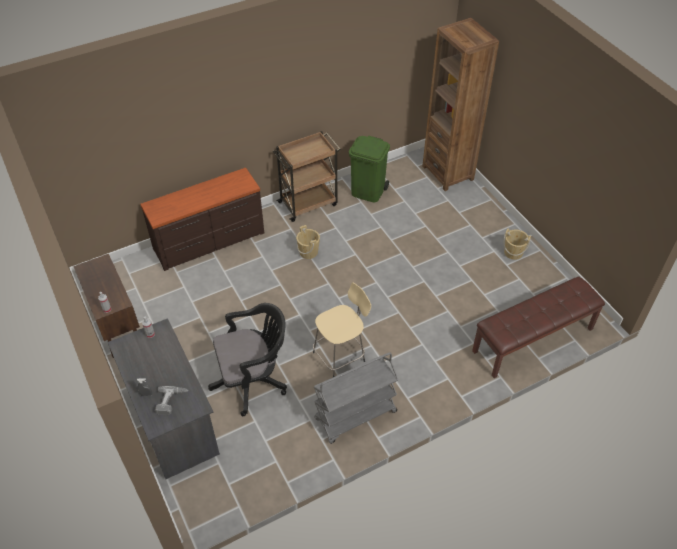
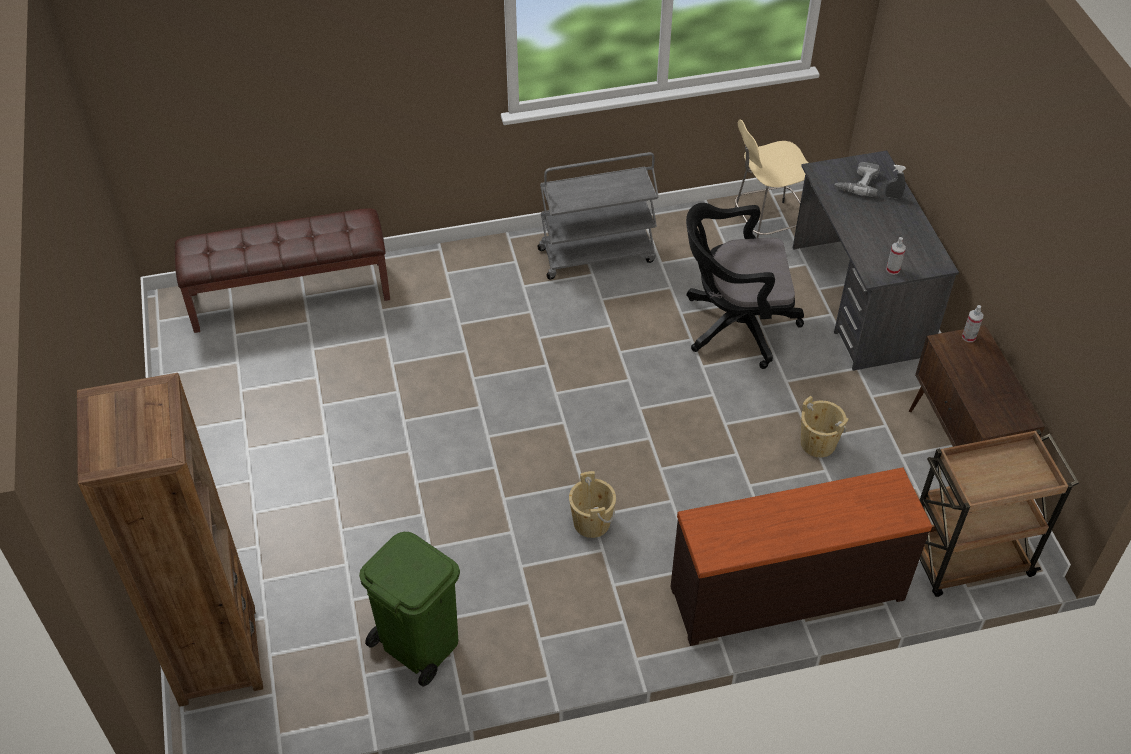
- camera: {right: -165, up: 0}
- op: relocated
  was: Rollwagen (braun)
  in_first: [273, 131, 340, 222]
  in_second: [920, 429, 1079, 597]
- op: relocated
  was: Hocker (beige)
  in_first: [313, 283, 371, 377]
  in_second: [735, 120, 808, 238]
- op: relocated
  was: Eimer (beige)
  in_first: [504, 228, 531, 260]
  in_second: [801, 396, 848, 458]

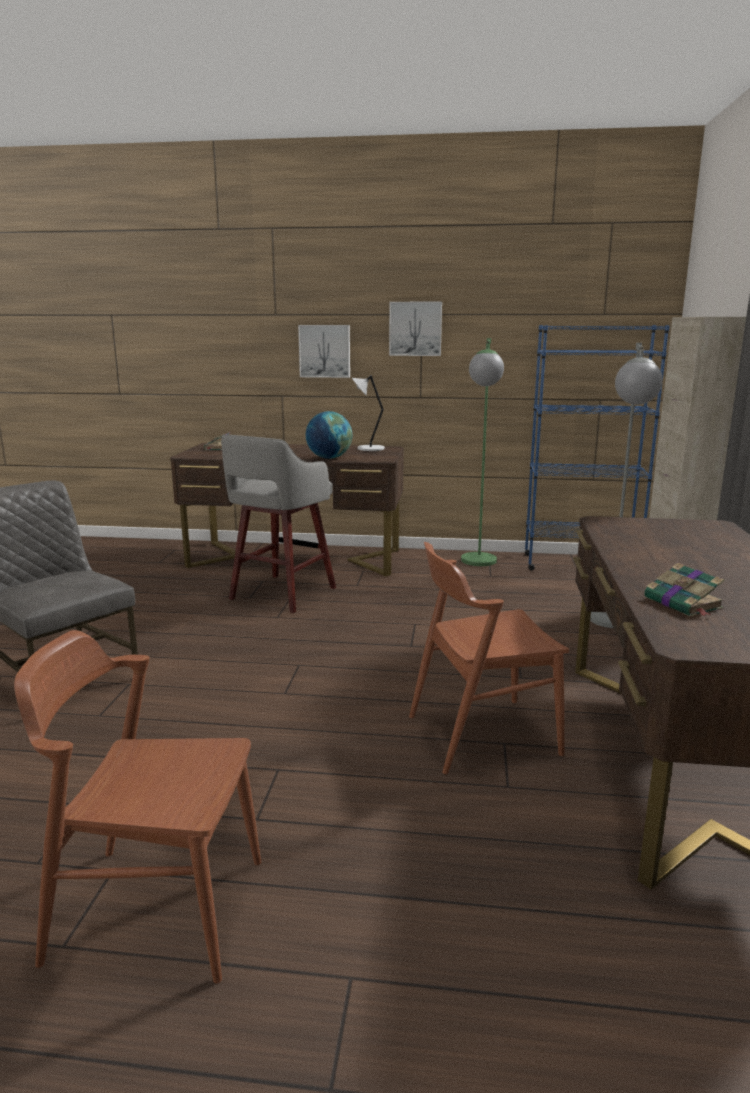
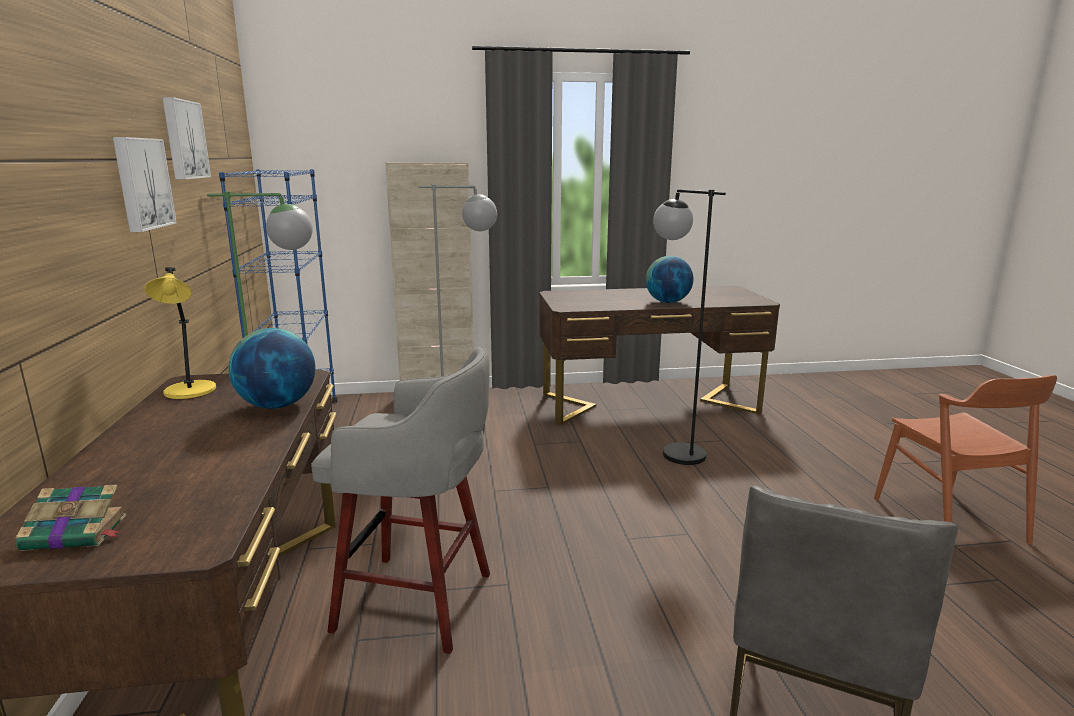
- camera: {right: -105, up: 0}
- op: relocated
  was: Bild
  in_first: [298, 325, 350, 378]
  in_second: [162, 97, 211, 180]
- op: colour
  was: Tischlampe (grau)
  now: Tischlampe (gelb)
  in_first: [352, 375, 385, 451]
  in_second: [145, 267, 216, 399]
- op: exchanged
  was: Stuhl (braun)
  now: Stehlampe (schwarz)
  in_first: [409, 542, 569, 774]
  in_second: [653, 189, 726, 465]
- op: missing
  was: Buch
  in_first: [644, 563, 725, 617]
- op: appeared
  now: Globus
  in_second: [646, 256, 693, 303]

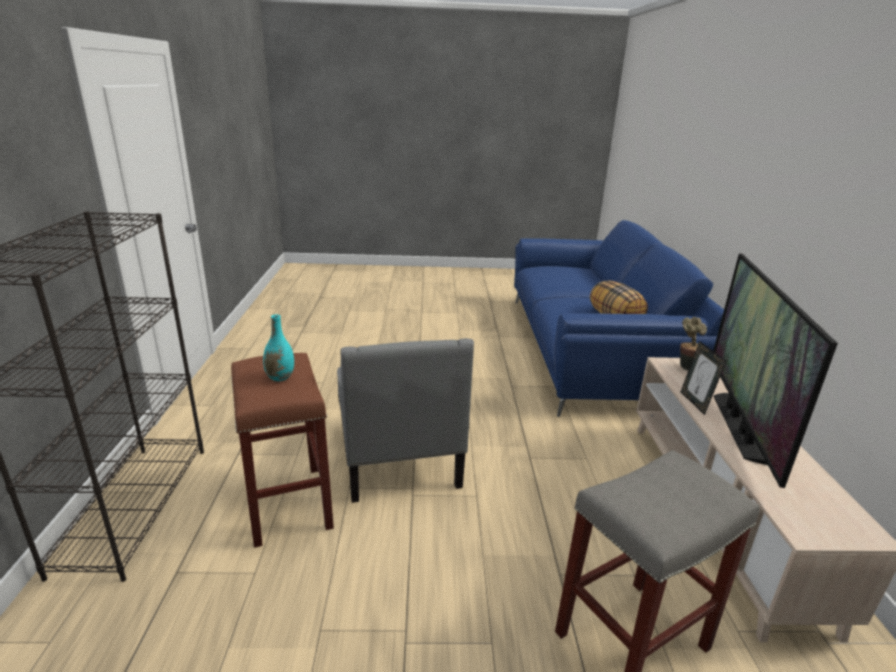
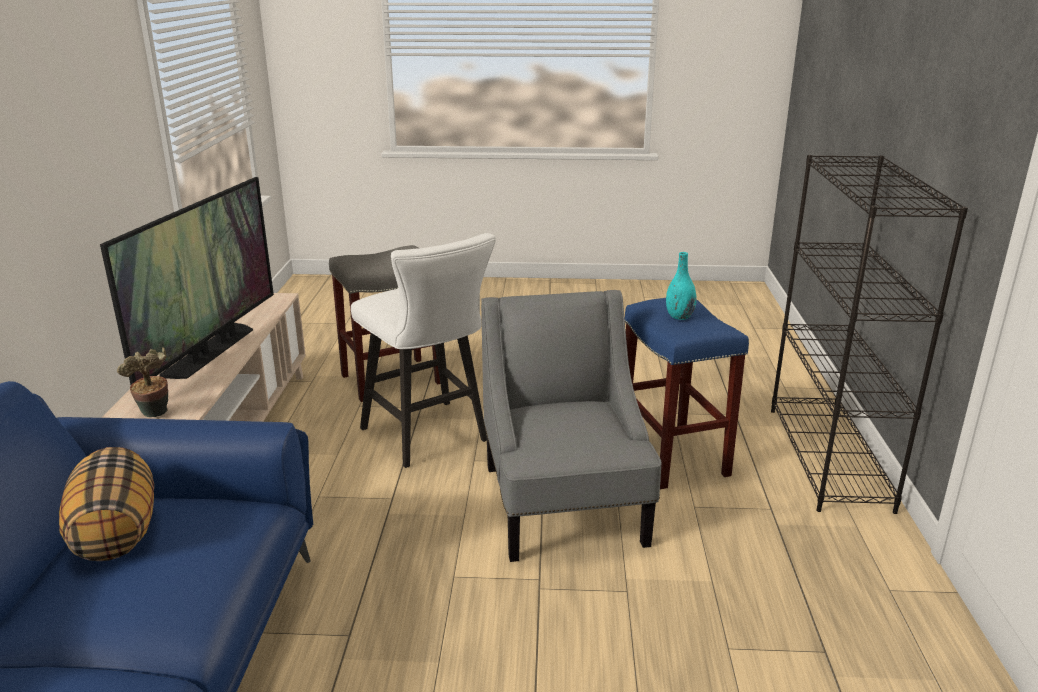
- camera: {right: -175, up: 0}
- op: colour
  was: Hocker (braun)
  now: Hocker (blau)
  in_first: [231, 353, 334, 548]
  in_second: [625, 298, 749, 489]
- op: missing
  was: Bilderrahmen
  in_first: [681, 341, 726, 415]
- op: appeared
  now: Hocker (weiß)
  in_second: [351, 233, 496, 468]

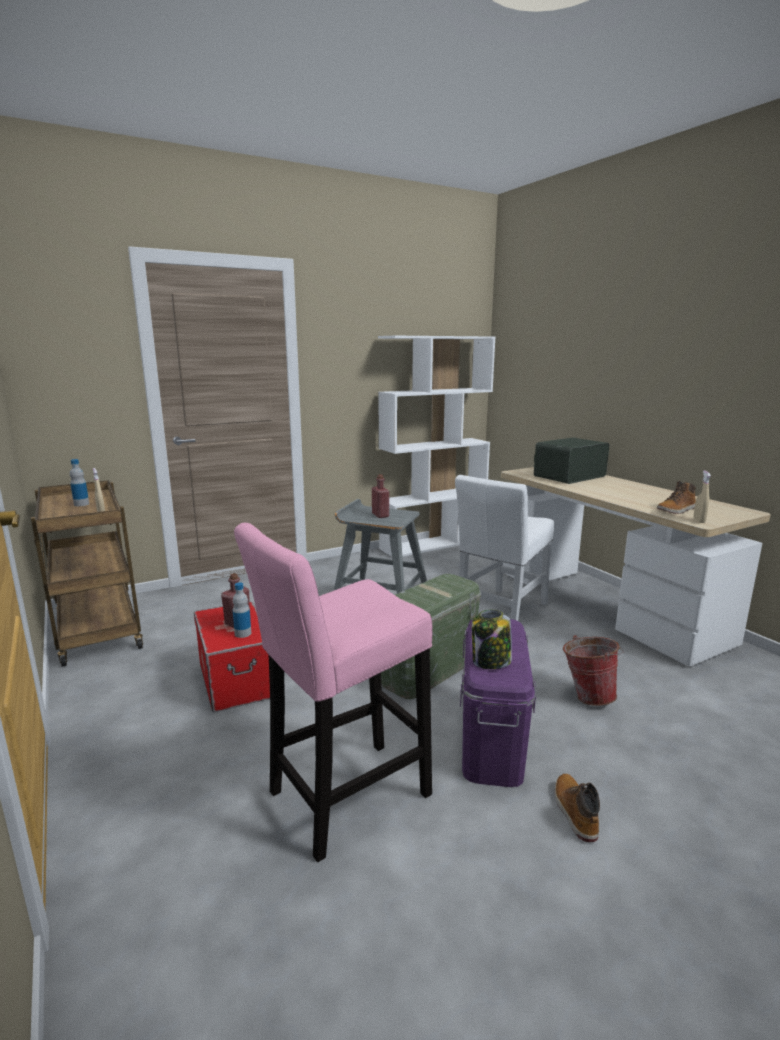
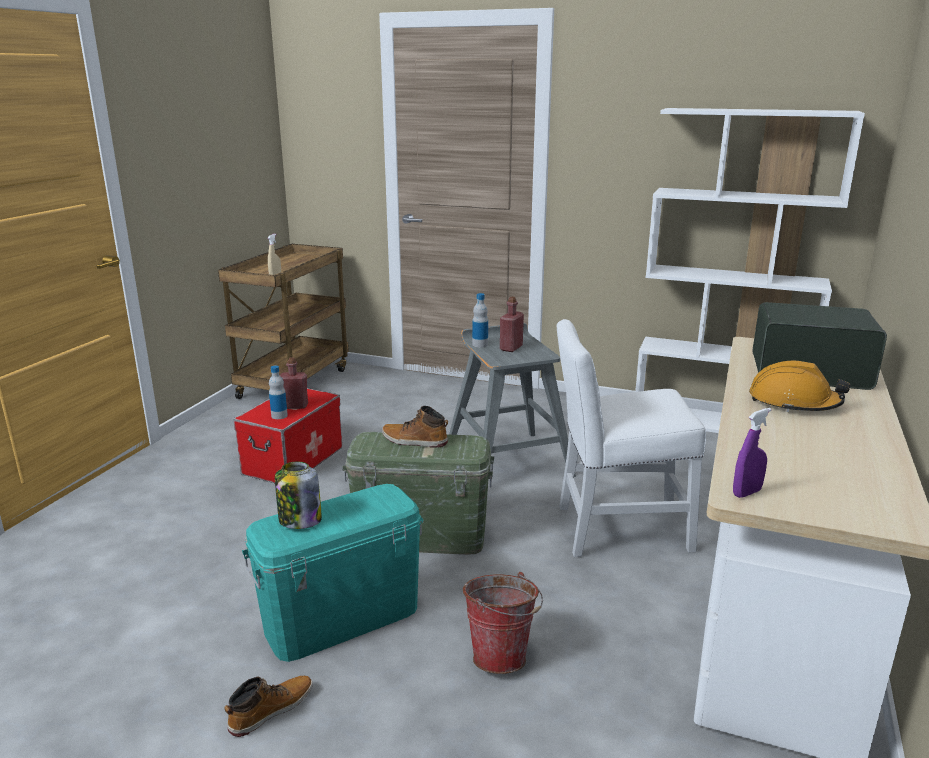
- camera: {right: 50, up: 5}
- op: relocated
  was: Flasche
  in_first: [70, 459, 89, 506]
  in_second: [472, 293, 488, 347]
- op: missing
  was: Hocker (rosa)
  in_first: [234, 523, 433, 862]
- op: colour
  was: Aufbewahrungsbox (lila)
  now: Aufbewahrungsbox (türkis)
  in_first: [460, 619, 536, 787]
  in_second: [242, 484, 424, 662]
- op: relocated
  was: Stiefel
  in_first: [657, 481, 696, 514]
  in_second: [382, 406, 448, 448]
- op: colour
  was: Sprühflasche (beige)
  now: Sprühflasche (lila)
  in_first: [694, 471, 711, 523]
  in_second: [733, 408, 771, 498]
- op: appeared
  now: Schutzhelm (orange)
  in_second: [749, 361, 851, 412]

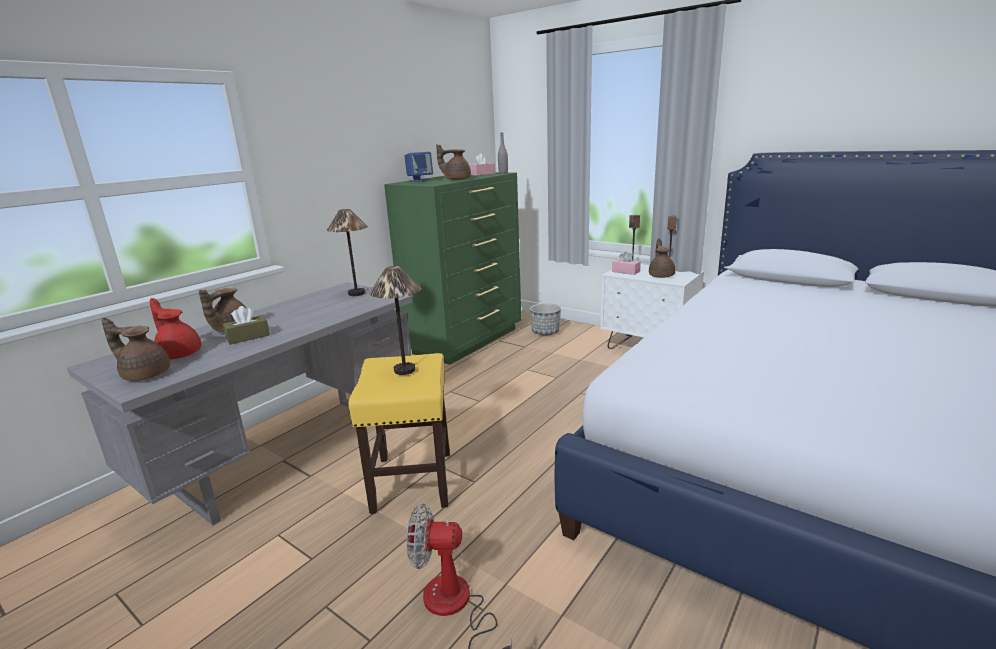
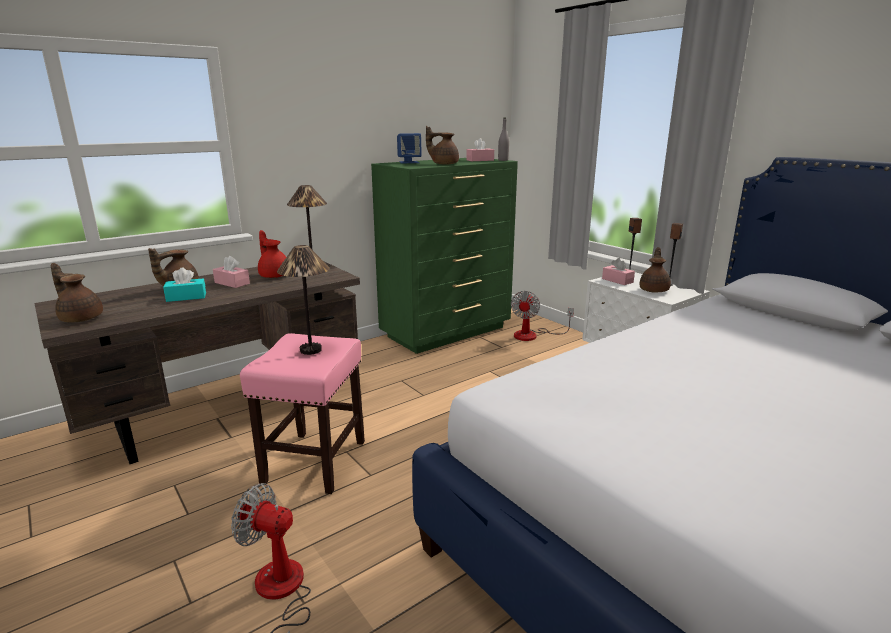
- camera: {right: 15, up: 0}
- op: colour
  was: Schreibtisch (grau)
  now: Schreibtisch (braun)
  in_first: [67, 282, 413, 526]
  in_second: [34, 262, 360, 464]
- op: relocated
  was: Teekanne (rot)
  in_first: [150, 298, 201, 359]
  in_second: [258, 230, 286, 278]
- op: colour
  was: Taschentuchbox (braun)
  now: Taschentuchbox (türkis)
  in_first: [223, 306, 270, 345]
  in_second: [163, 268, 206, 302]
- op: colour
  was: Hocker (gelb)
  now: Hocker (rosa)
  in_first: [348, 353, 450, 514]
  in_second: [240, 333, 365, 494]
- op: exchanged
  was: Pflanzkübel
  now: Ventilator
  in_first: [530, 303, 561, 336]
  in_second: [511, 291, 574, 341]
- op: appeared
  now: Taschentuchbox (rosa)
  in_second: [213, 256, 250, 288]

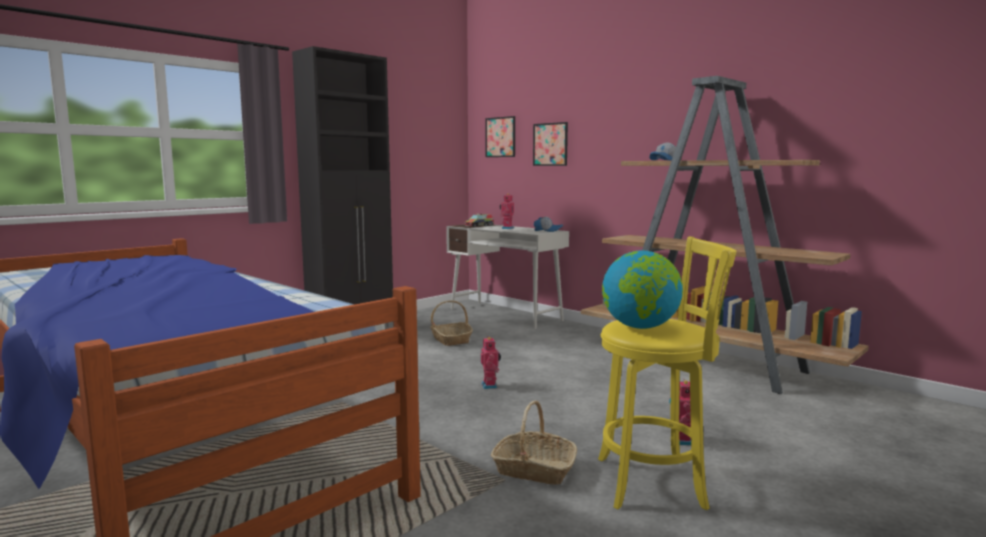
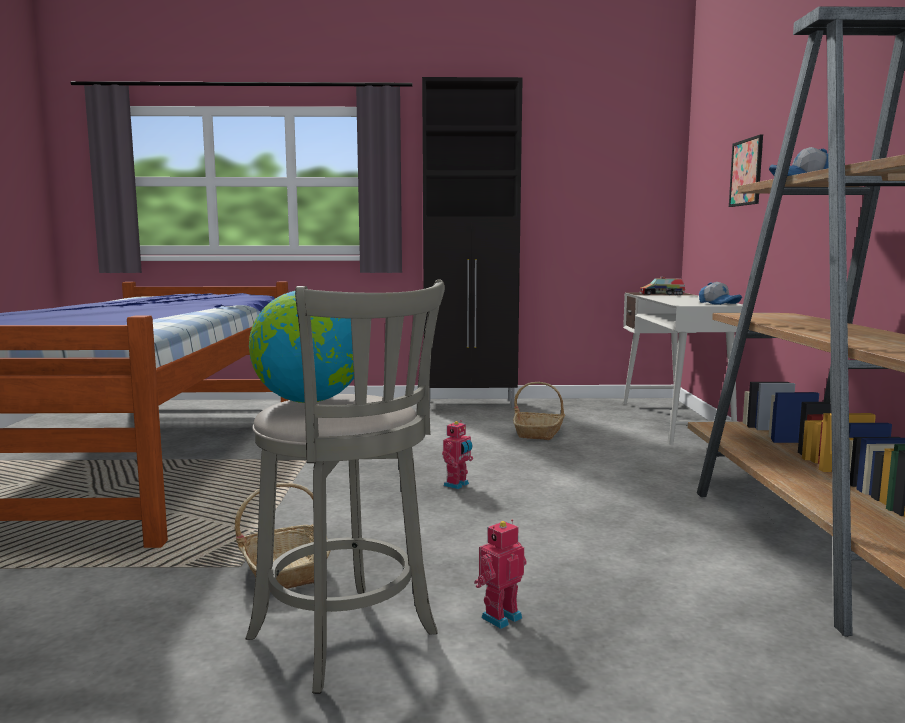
- camera: {right: 45, up: 0}
- op: missing
  was: Bild
  in_first: [485, 116, 515, 157]
- op: missing
  was: Spielzeugroboter
  in_first: [500, 193, 514, 229]
- op: colour
  was: Hocker (gelb)
  now: Hocker (grau)
  in_first: [598, 236, 737, 510]
  in_second: [246, 279, 445, 694]

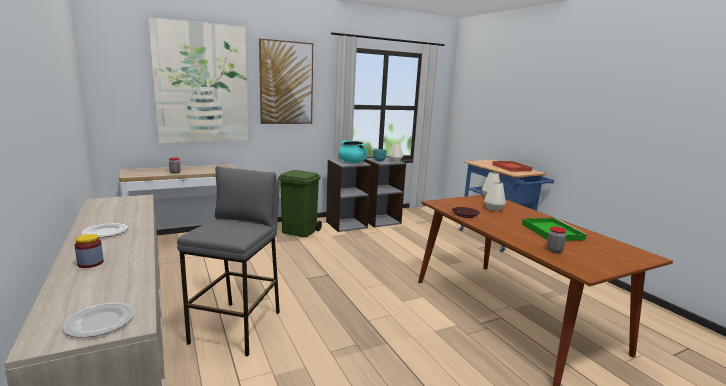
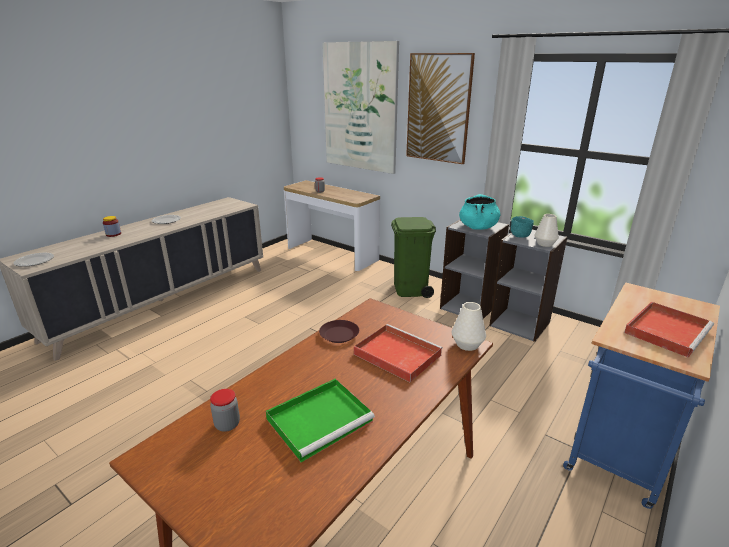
- camera: {right: 65, up: 10}
- op: missing
  was: Hocker (grau)
  in_first: [177, 166, 280, 356]
- op: exchanged
  was: Vase (weiß)
  now: Tablett (rot)
  in_first: [484, 182, 506, 211]
  in_second: [354, 324, 443, 382]

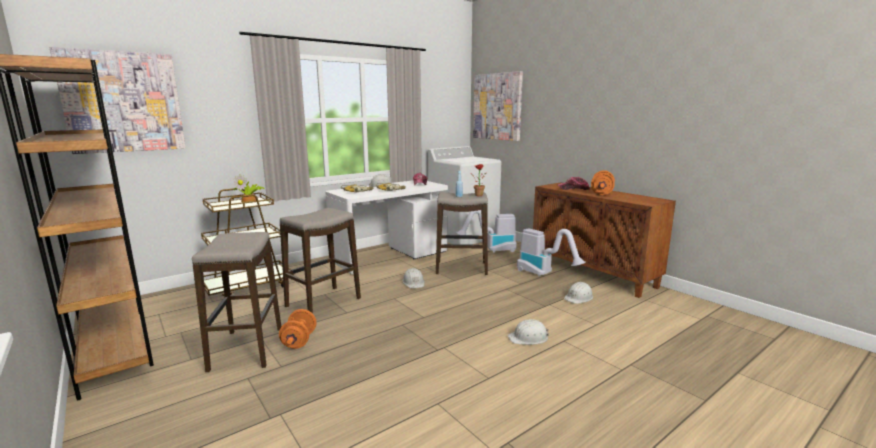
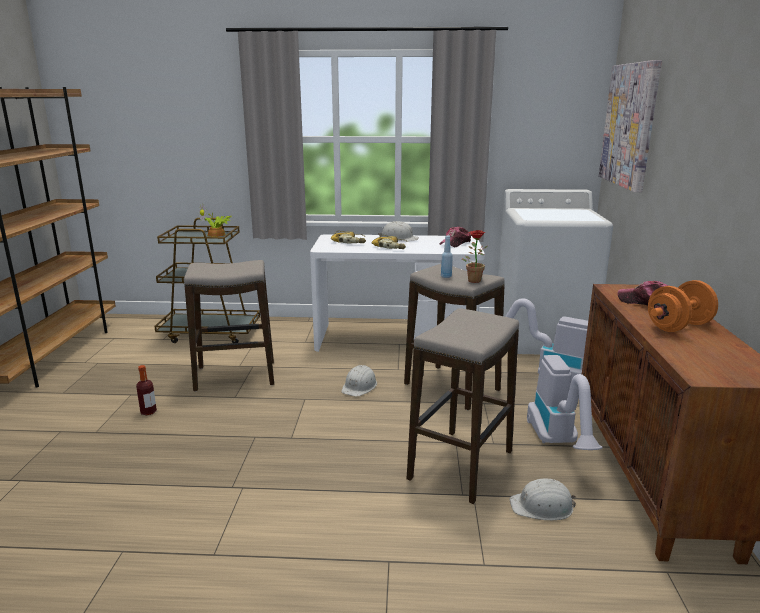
- camera: {right: 40, up: 5}
- op: missing
  was: Bild
  in_first: [50, 47, 186, 154]
- op: relocated
  was: Hocker
  in_first: [192, 232, 281, 372]
  in_second: [407, 308, 519, 504]
- op: exchanged
  was: Hantel (orange)
  now: Flasche
  in_first: [279, 309, 317, 349]
  in_second: [136, 365, 157, 415]
- op: missing
  was: Schutzhelm (weiß)
  in_first: [508, 319, 549, 345]

